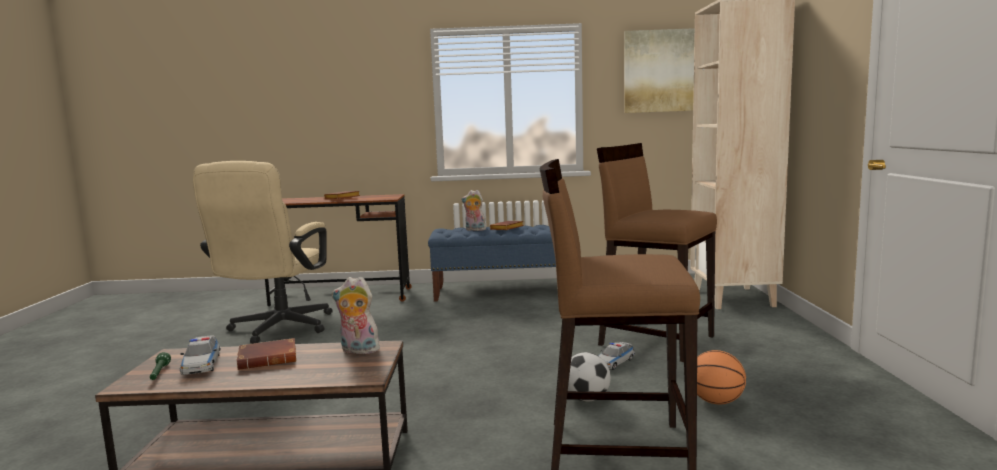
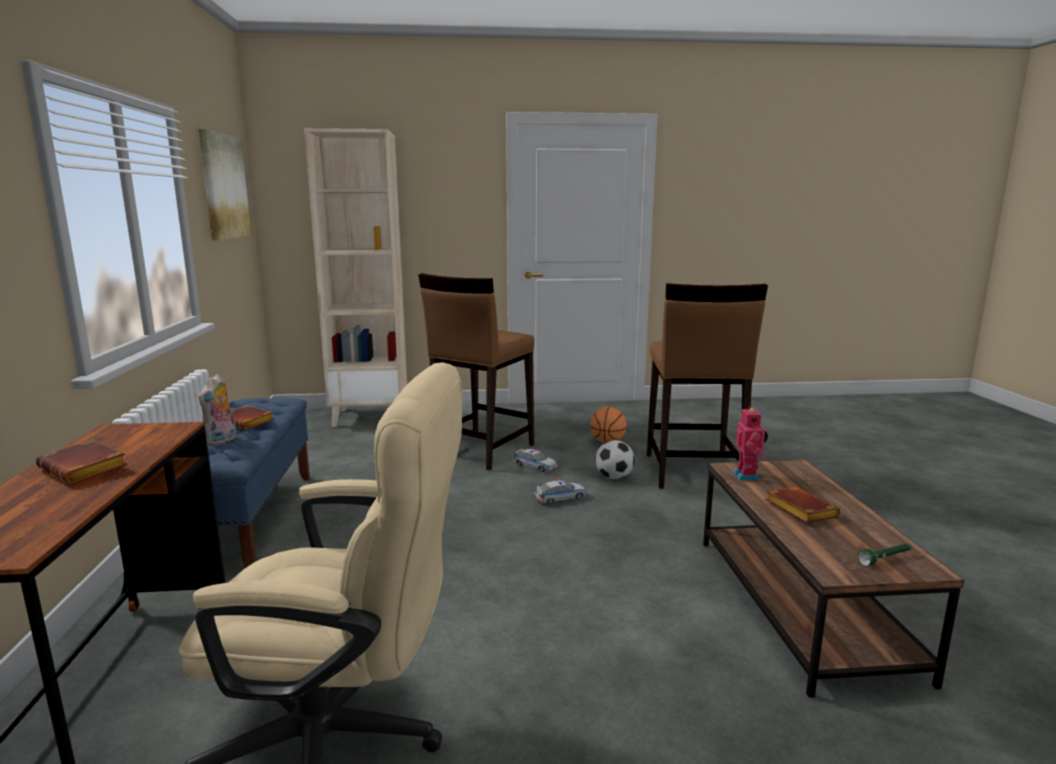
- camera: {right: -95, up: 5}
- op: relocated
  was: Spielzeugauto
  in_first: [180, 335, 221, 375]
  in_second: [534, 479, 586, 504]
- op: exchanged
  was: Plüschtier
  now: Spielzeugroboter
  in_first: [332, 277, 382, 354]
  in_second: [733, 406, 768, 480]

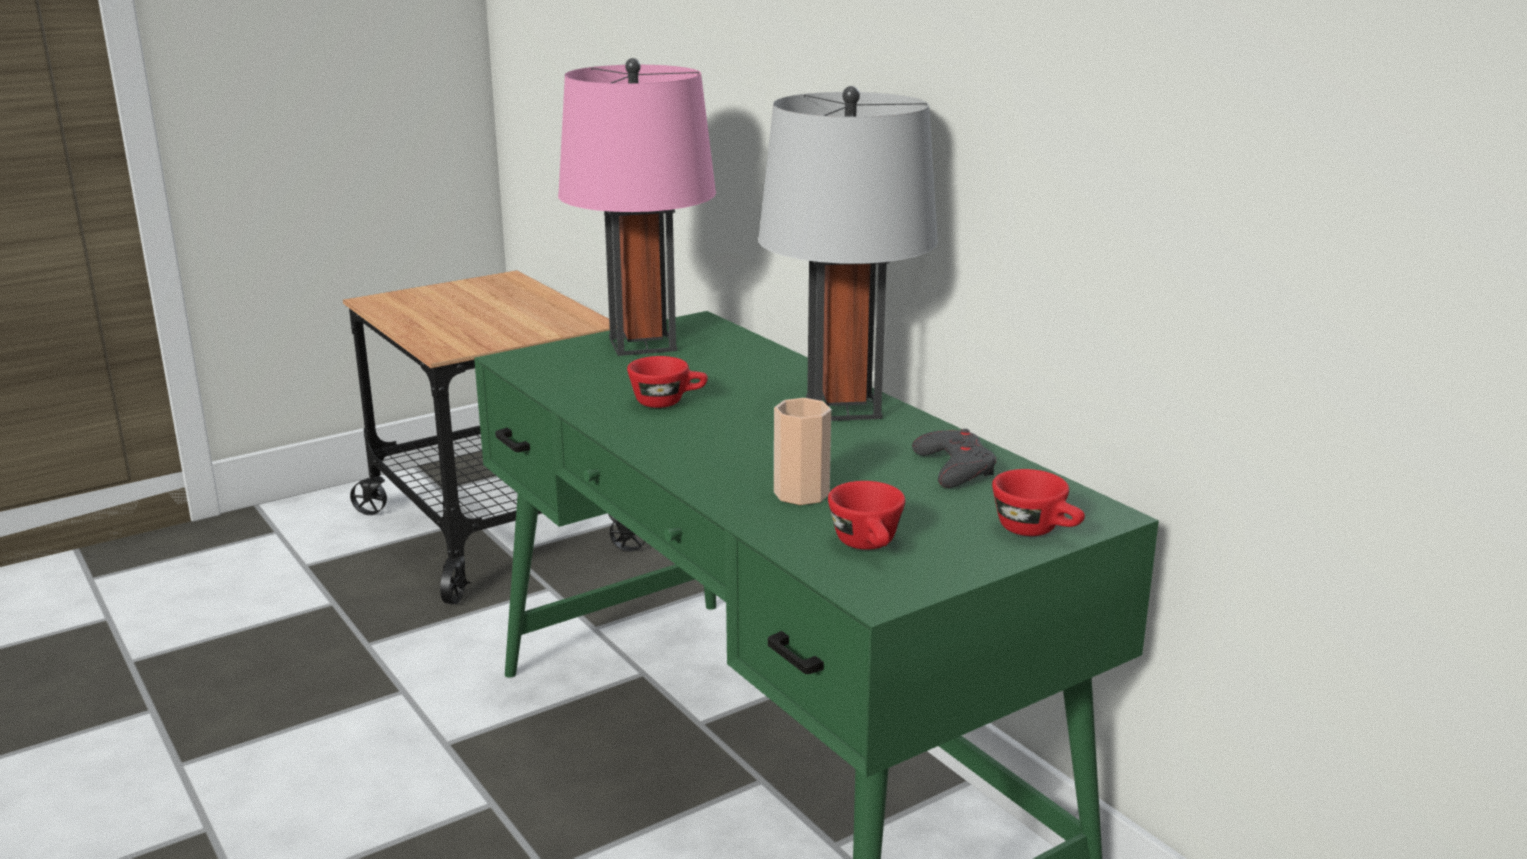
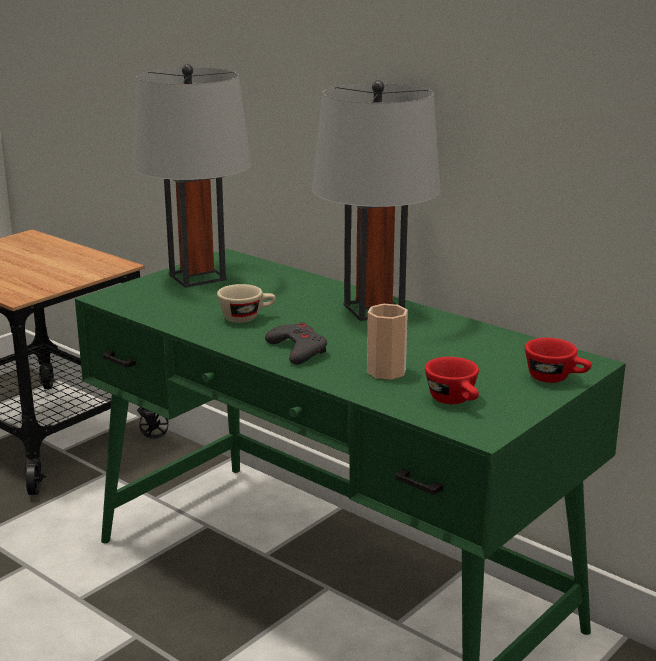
- camera: {right: -15, up: 0}
- op: colour
  was: Tischlampe (rosa)
  now: Tischlampe (grau)
  in_first: [558, 58, 716, 356]
  in_second: [132, 64, 251, 288]
- op: colour
  was: Tasse (rot)
  now: Tasse (beige)
  in_first: [627, 356, 708, 408]
  in_second: [217, 284, 276, 323]
- op: relocated
  was: Gamepad (grau)
  in_first: [912, 429, 996, 488]
  in_second: [265, 322, 327, 365]

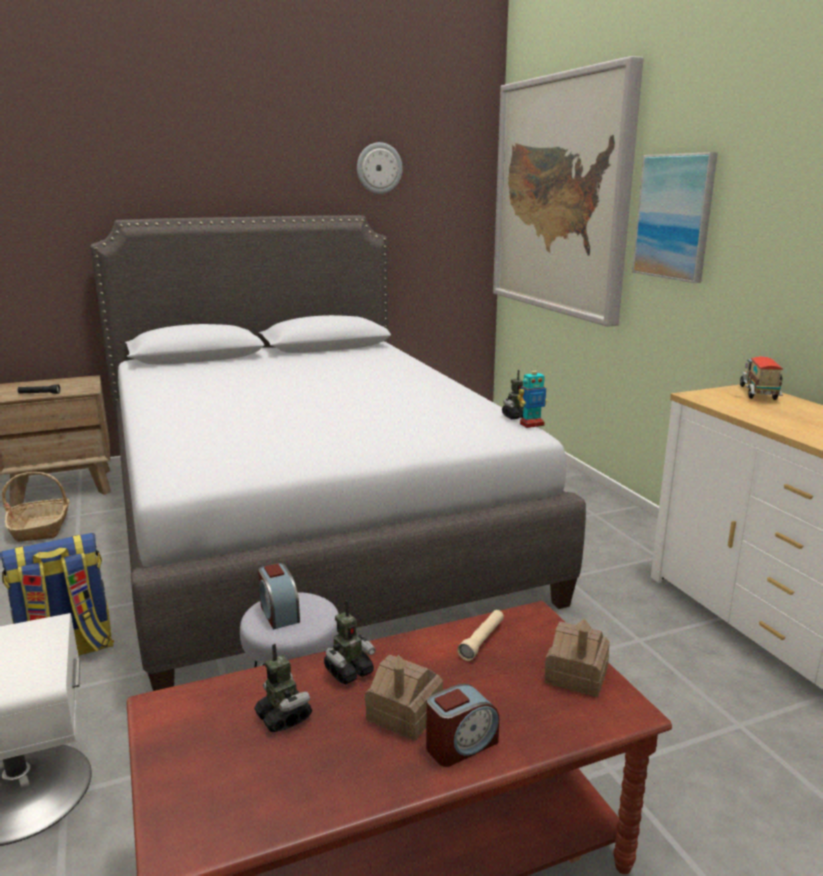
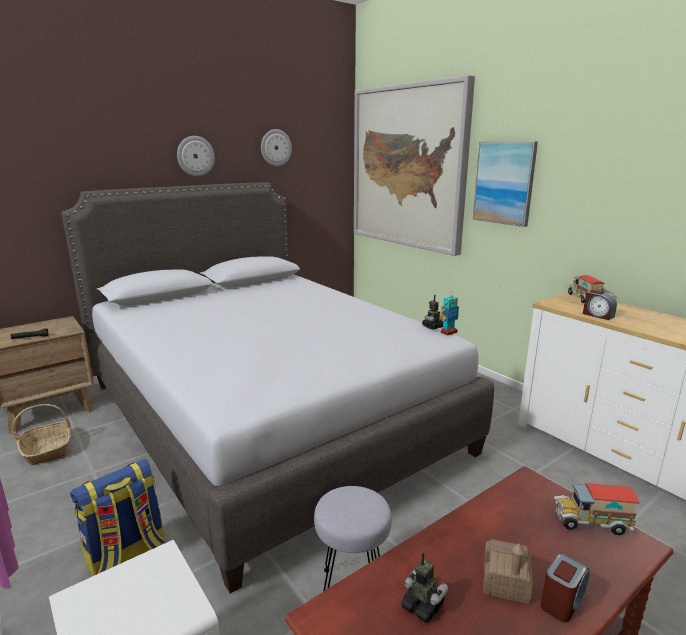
- camera: {right: -15, up: 0}
- op: relocated
  was: Wecker
  in_first: [258, 563, 300, 629]
  in_second: [583, 290, 617, 320]
- op: missing
  was: Spielzeugroboter
  in_first: [324, 600, 376, 685]
- op: missing
  was: Taschenlampe (beige)
  in_first: [457, 610, 504, 661]
- op: exchanged
  was: Spielzeughaus
  now: Spielzeuglaster
  in_first: [544, 618, 610, 697]
  in_second: [554, 483, 639, 535]
- op: appeared
  now: Wanduhr
  in_second: [177, 136, 215, 176]

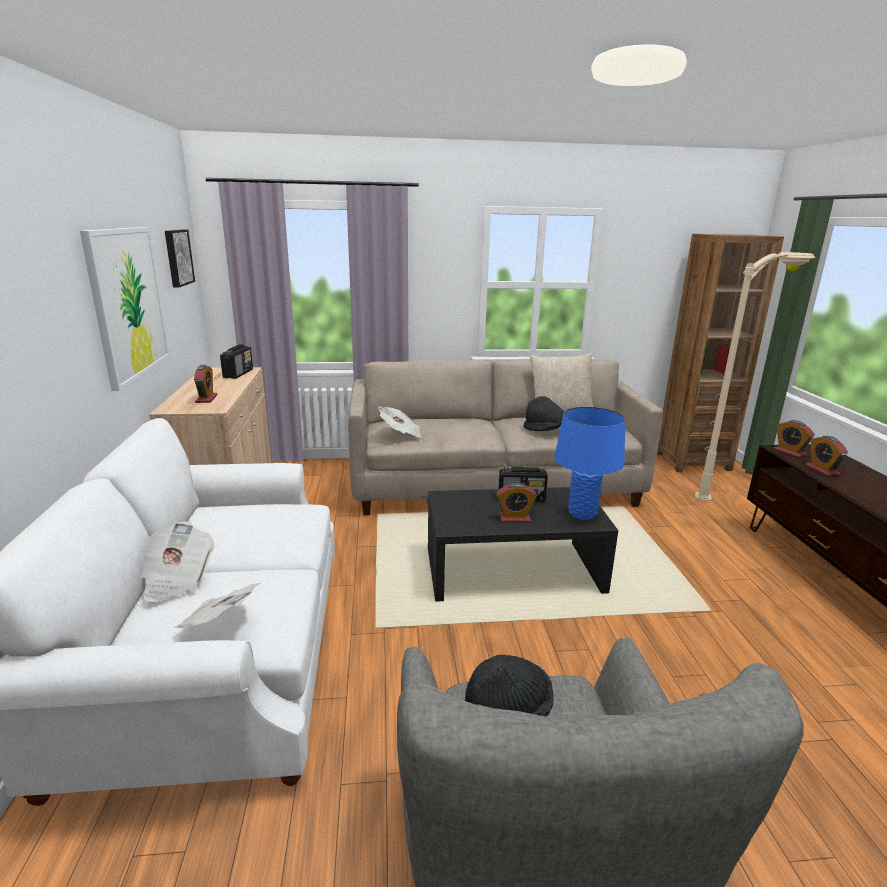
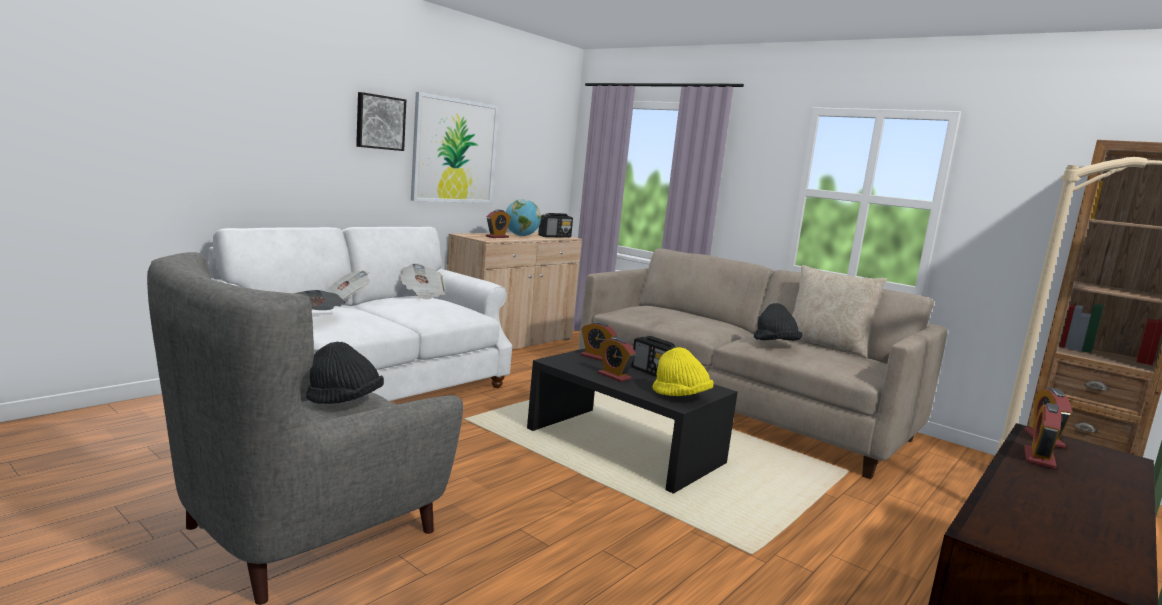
- camera: {right: 45, up: -10}
- op: relocated
  was: Bild
  in_first: [165, 230, 195, 287]
  in_second: [356, 92, 406, 151]
- op: relocated
  was: Zeitung
  in_first: [378, 406, 421, 437]
  in_second: [400, 263, 445, 299]
- op: exchanged
  was: Tischlampe (blau)
  now: Hut (gelb)
  in_first: [555, 407, 626, 520]
  in_second: [653, 347, 714, 396]
- op: appeared
  now: Globus
  in_second: [506, 199, 541, 236]
- op: appeared
  now: Wecker
  in_second: [581, 321, 617, 361]

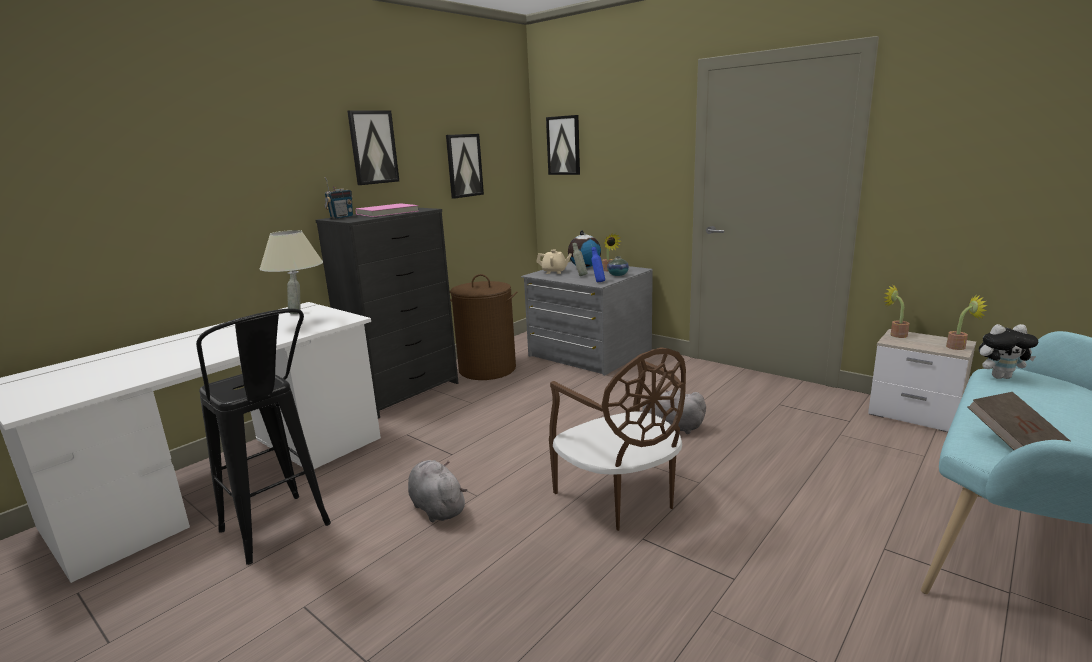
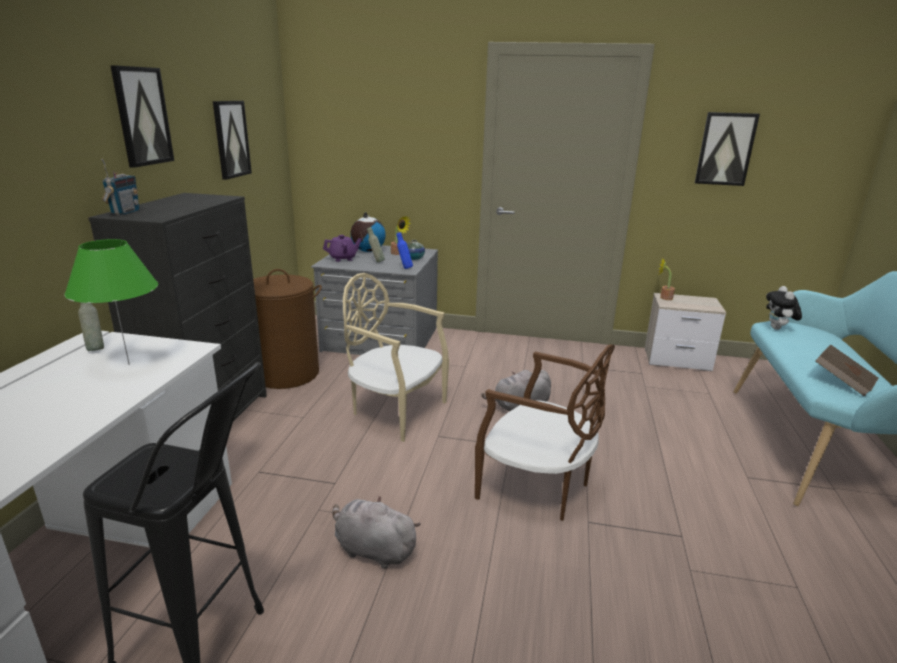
- camera: {right: -30, up: 5}
- op: colour
  was: Tischlampe (beige)
  now: Tischlampe (grün)
  in_first: [259, 230, 323, 324]
  in_second: [64, 239, 158, 365]
- op: missing
  was: Buch (rosa)
  in_first: [356, 203, 418, 217]
- op: colour
  was: Teekanne (beige)
  now: Teekanne (lila)
  in_first: [536, 250, 572, 274]
  in_second: [323, 235, 362, 262]
- op: relocated
  was: Bild
  in_first: [546, 115, 580, 175]
  in_second: [695, 112, 760, 186]
- op: missing
  was: Topfpflanze
  in_first: [946, 295, 988, 350]
- op: spun
  was: Plüschtier
  in_first: [979, 324, 1038, 379]
  in_second: [766, 286, 802, 330]
  clockwise: 120
- op: appeared
  now: Stuhl (beige)
  in_second: [343, 273, 449, 442]

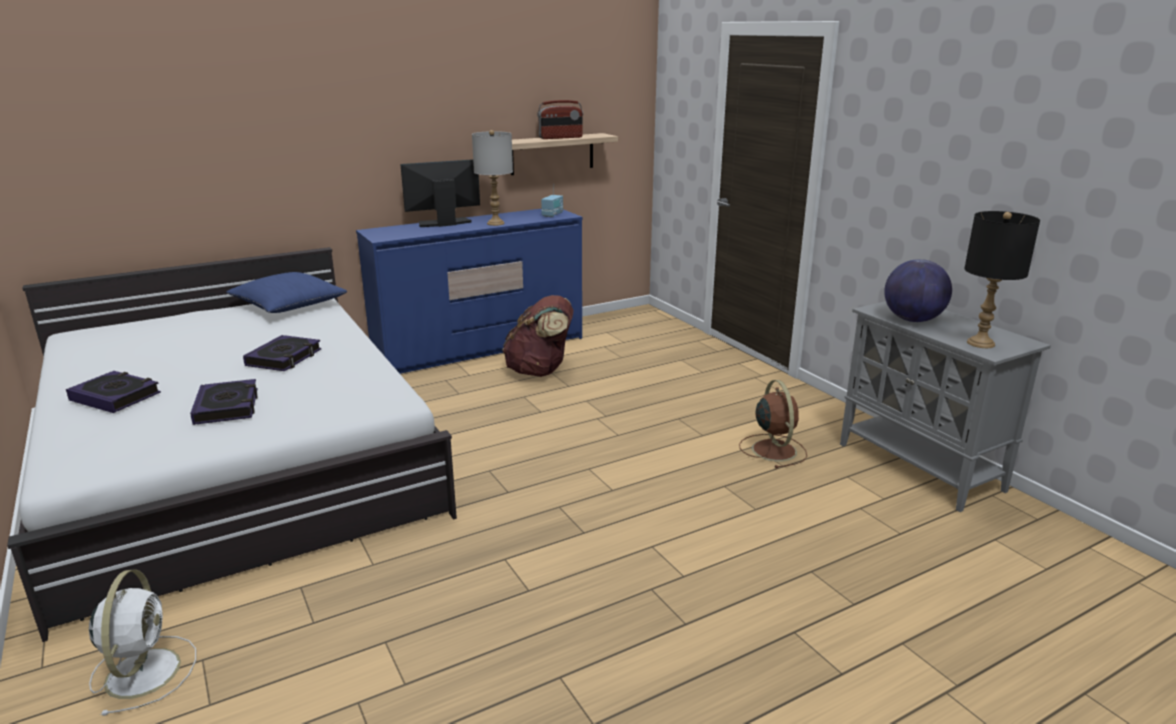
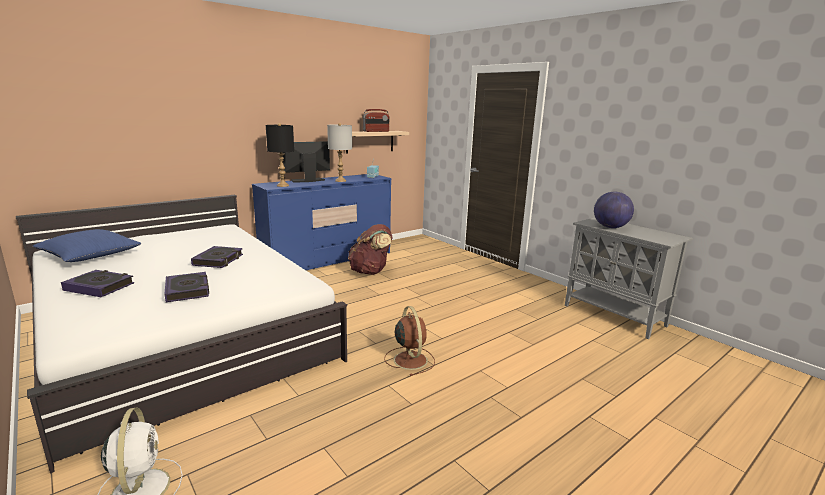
- camera: {right: -10, up: -5}
- op: relocated
  was: Kissen (blau)
  in_first: [226, 272, 348, 313]
  in_second: [33, 229, 141, 262]
- op: relocated
  was: Ventilator (braun)
  in_first: [739, 380, 807, 468]
  in_second: [384, 306, 435, 376]
- op: relocated
  was: Tischlampe (schwarz)
  in_first: [964, 211, 1040, 348]
  in_second: [266, 123, 294, 187]

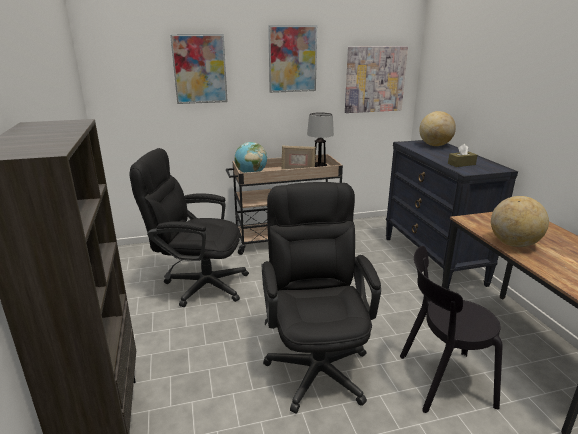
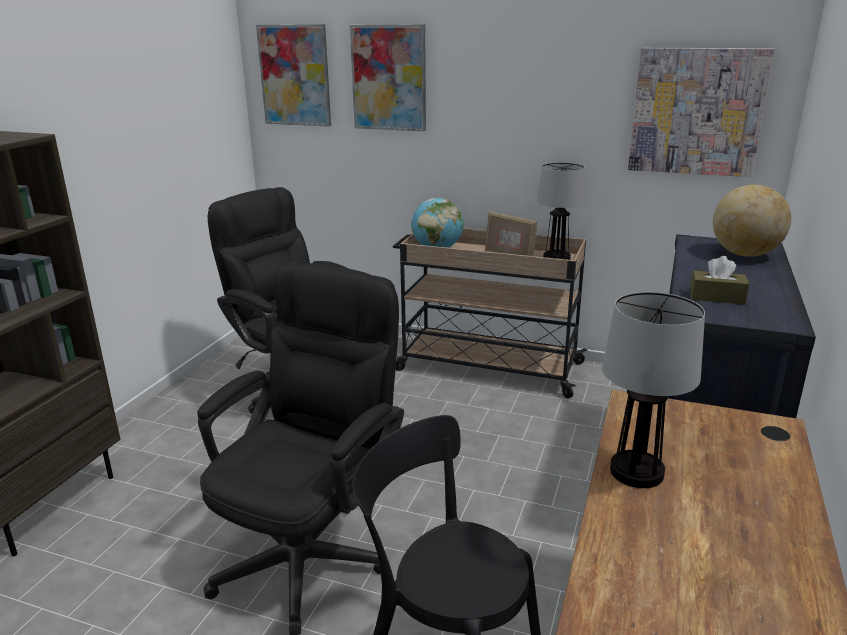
- camera: {right: 35, up: 0}
- op: relocated
  was: Bild
  in_first: [268, 25, 317, 93]
  in_second: [256, 24, 331, 127]
- op: exchanged
  was: Globus
  now: Tischlampe
  in_first: [491, 196, 549, 247]
  in_second: [602, 292, 705, 488]

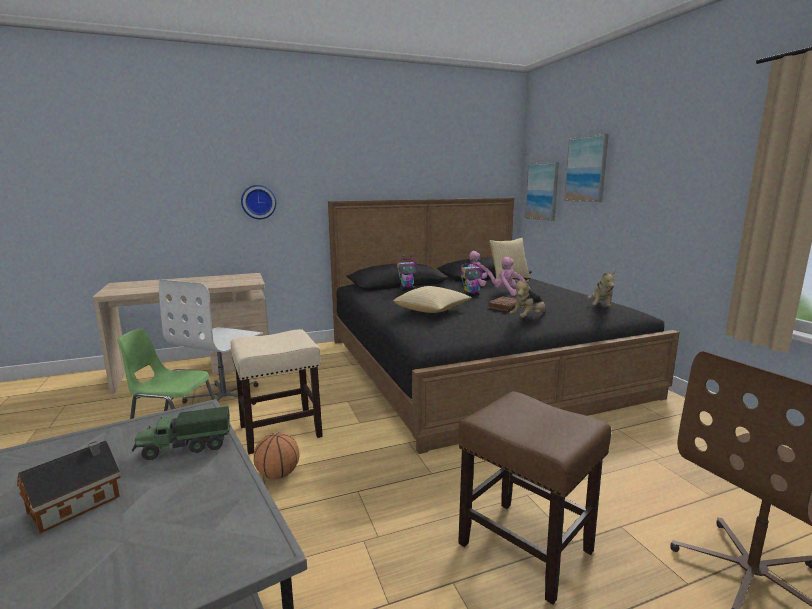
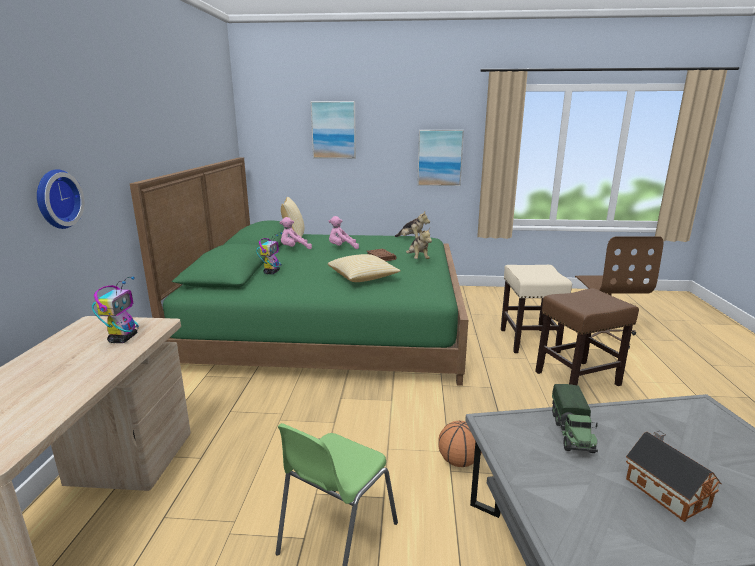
- camera: {right: -65, up: 5}
- op: missing
  was: Bürostuhl (weiß)
  in_first: [159, 280, 263, 405]
- op: relocated
  was: Hocker (beige)
  in_first: [231, 329, 323, 454]
  in_second: [501, 265, 572, 353]
- op: colour
  was: Bett (schwarz)
  now: Bett (grün)
  in_first: [328, 198, 680, 454]
  in_second: [130, 157, 468, 386]
- op: relocated
  was: Spielzeugroboter
  in_first: [461, 259, 482, 297]
  in_second: [92, 276, 139, 343]
- op: relocated
  was: Bild
  in_first: [525, 162, 559, 221]
  in_second: [417, 130, 464, 186]

